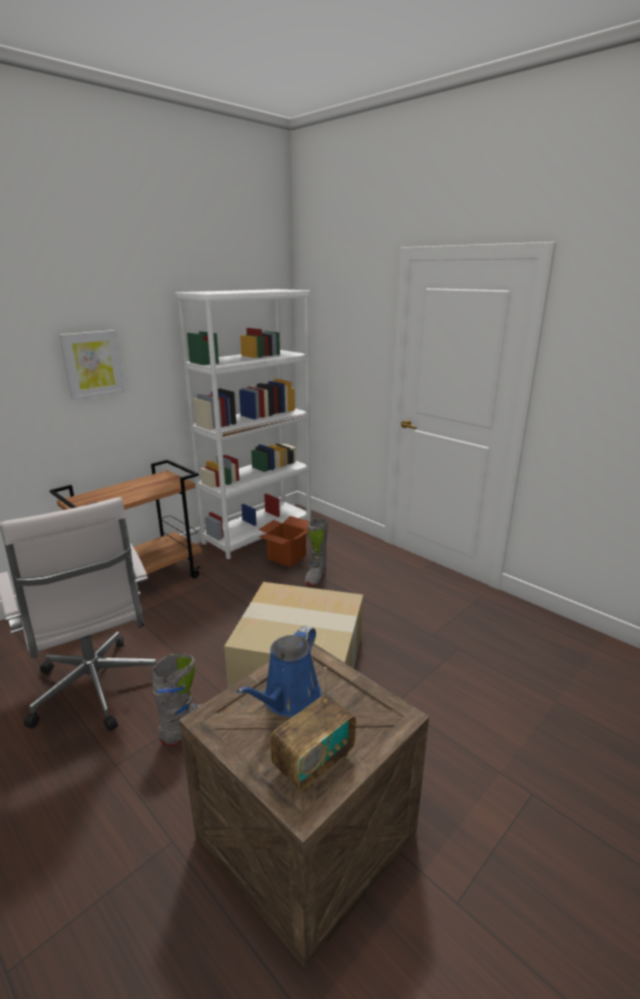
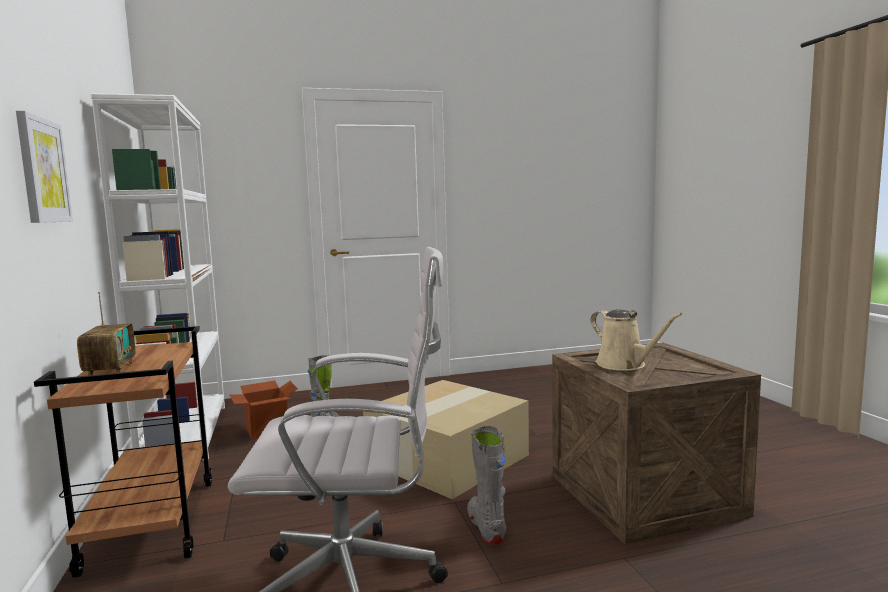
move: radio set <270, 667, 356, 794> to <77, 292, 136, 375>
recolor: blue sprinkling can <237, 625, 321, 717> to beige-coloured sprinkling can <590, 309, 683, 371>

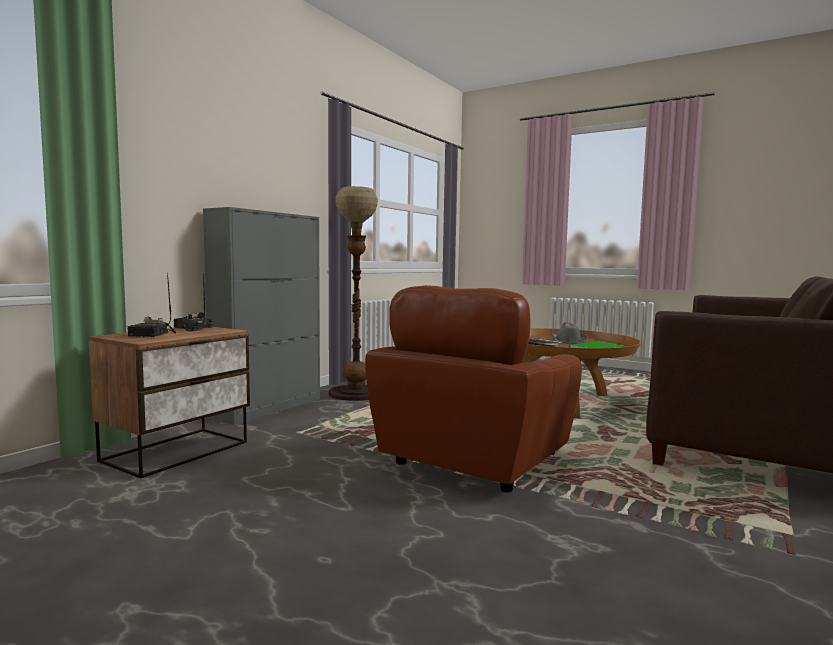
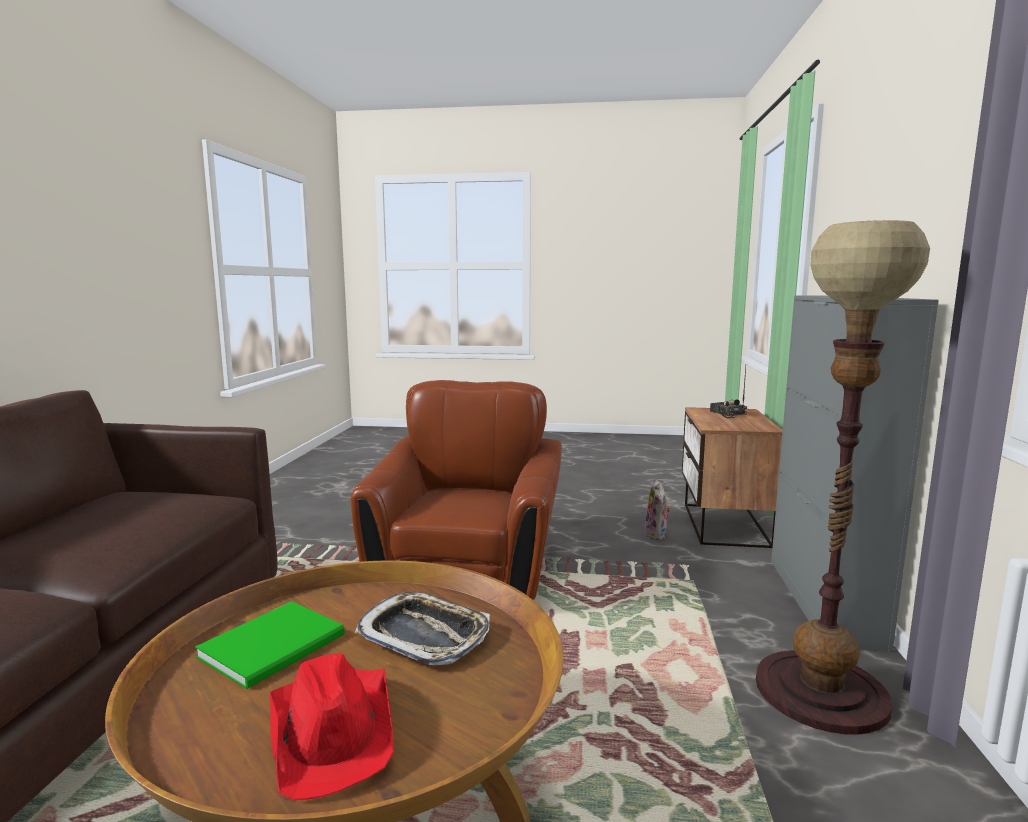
delete: radio set <174, 273, 213, 331>
insert: soft toy <644, 480, 671, 540>
recolor: gray hat <551, 322, 588, 344> to red hat <269, 654, 394, 800>

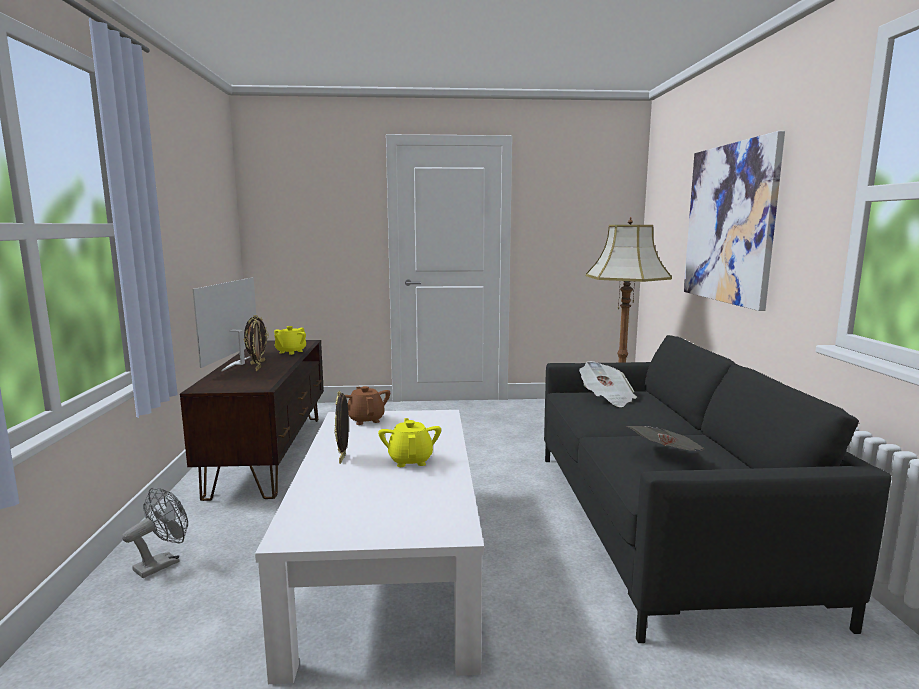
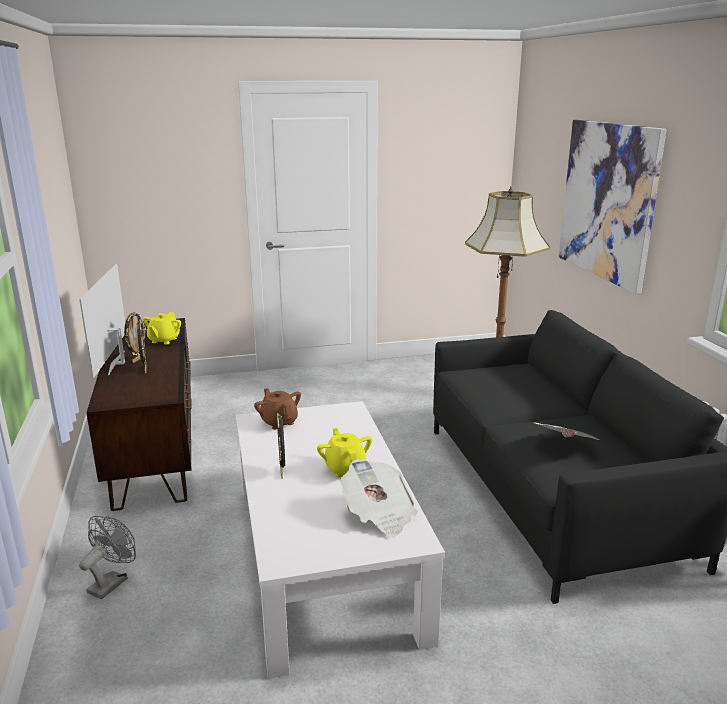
move: printed paper <579, 361, 637, 407> to <340, 459, 418, 538>

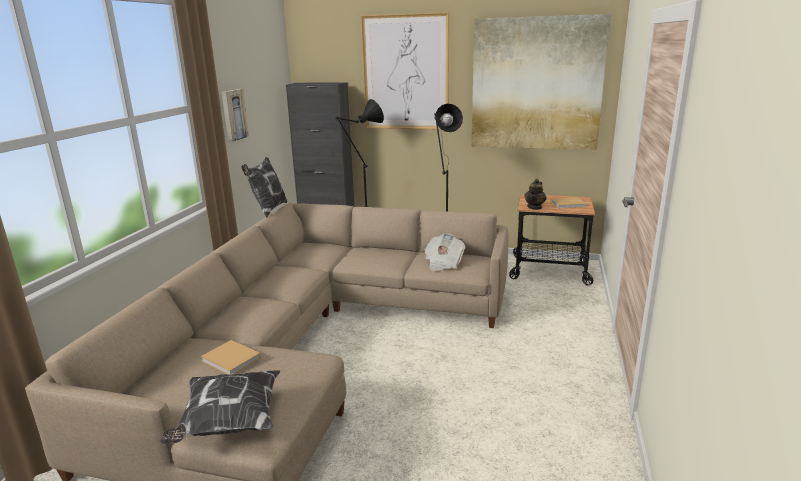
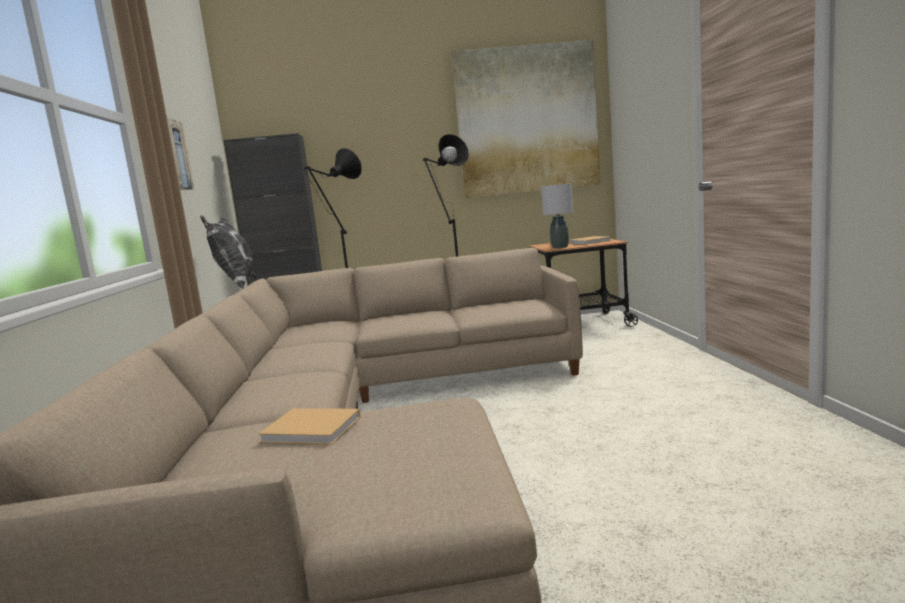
delete: throw pillow <160, 370, 280, 444>; wall picture <361, 12, 449, 130>; printed paper <424, 233, 465, 271>
replace: pot for tea <524, 179, 546, 210> to gray table lamp <541, 183, 573, 249>

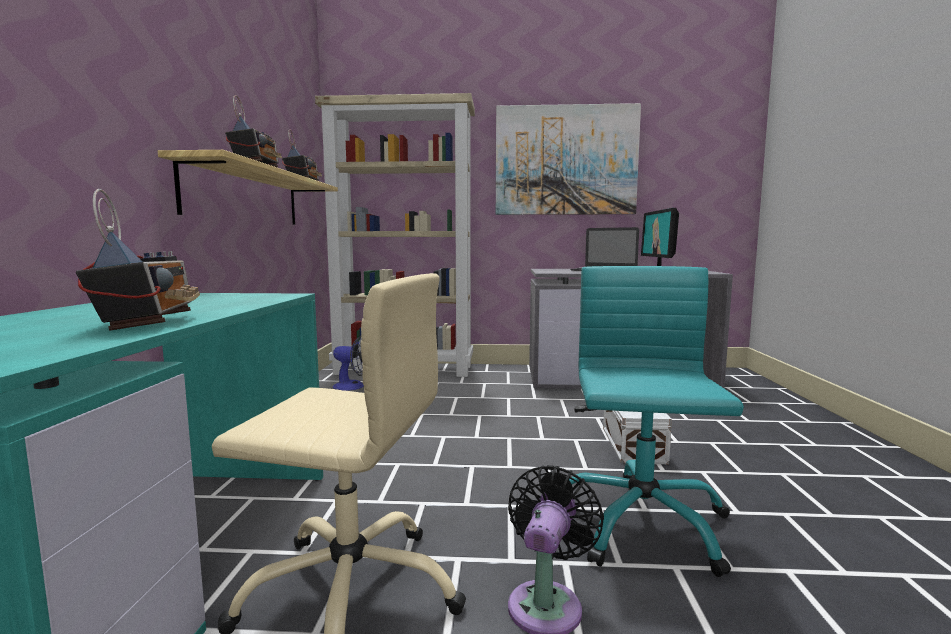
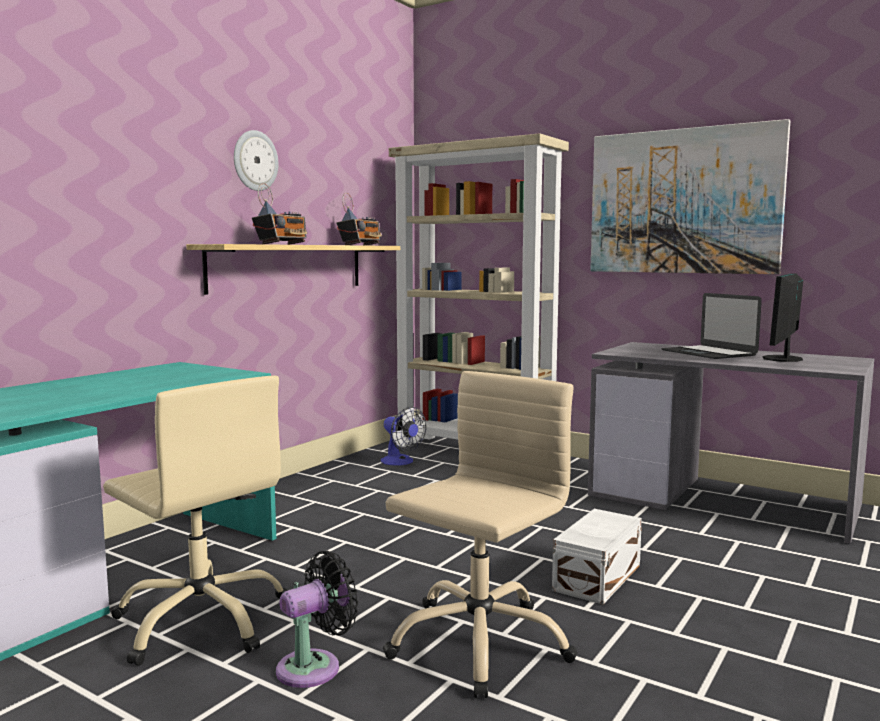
delete: radio set <76, 189, 200, 331>
insert: wall clock <234, 130, 278, 191>
recolor: turquoise office chair <569, 266, 744, 577> to beige-coloured office chair <383, 371, 577, 698>

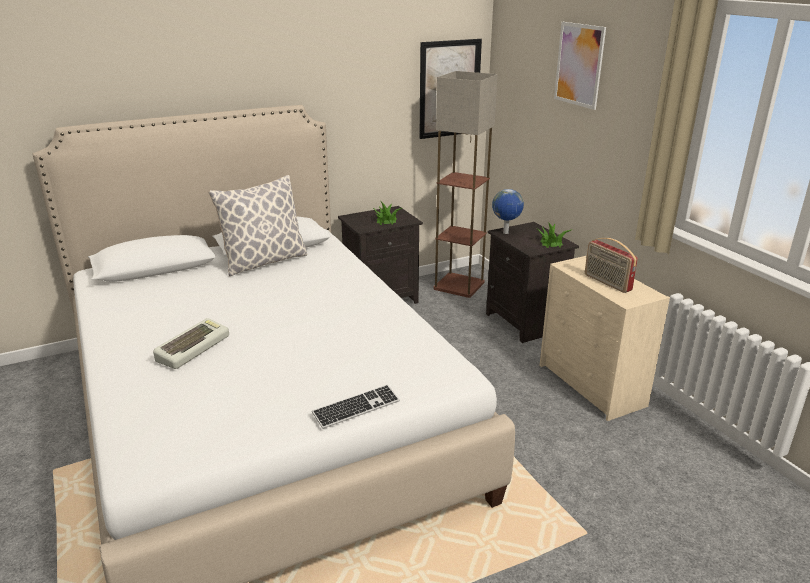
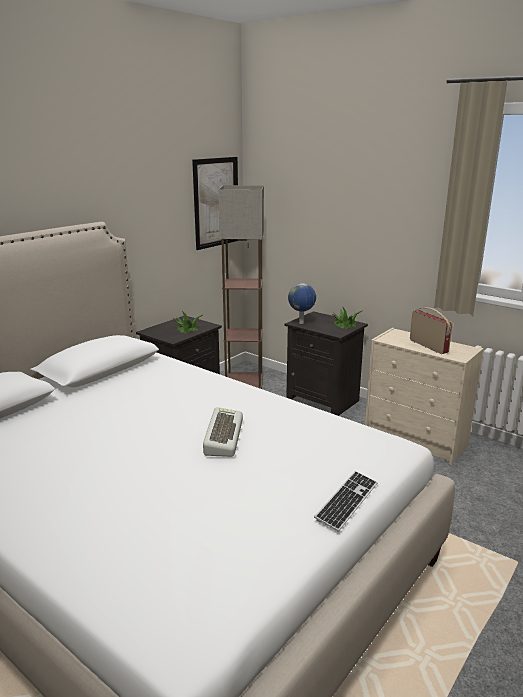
delete: throw pillow <208, 175, 308, 276>; wall picture <554, 22, 606, 110>
move: keyboard <153, 318, 229, 369> to <203, 407, 243, 457>
rotate: radio set <585, 238, 638, 293> = <410, 307, 453, 354> 150 degrees counterclockwise

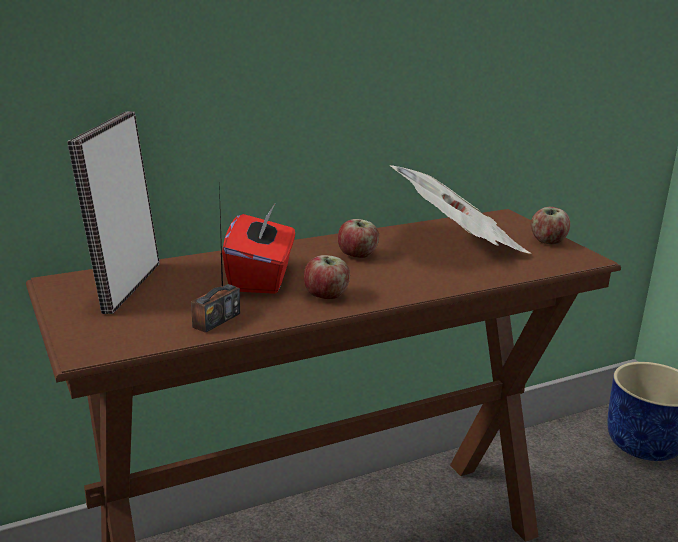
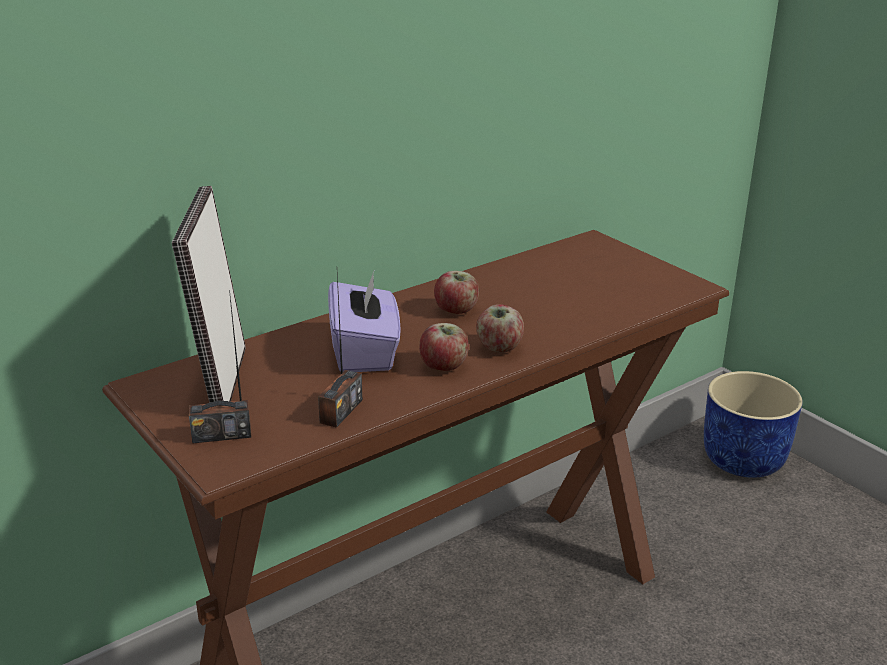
delete: printed paper <390, 165, 531, 254>
insert: radio set <189, 290, 251, 444>
move: whole apple <531, 207, 570, 244> to <476, 304, 524, 352>
recolor: red tissue holder <222, 204, 295, 294> to purple-coloured tissue holder <328, 272, 401, 372>

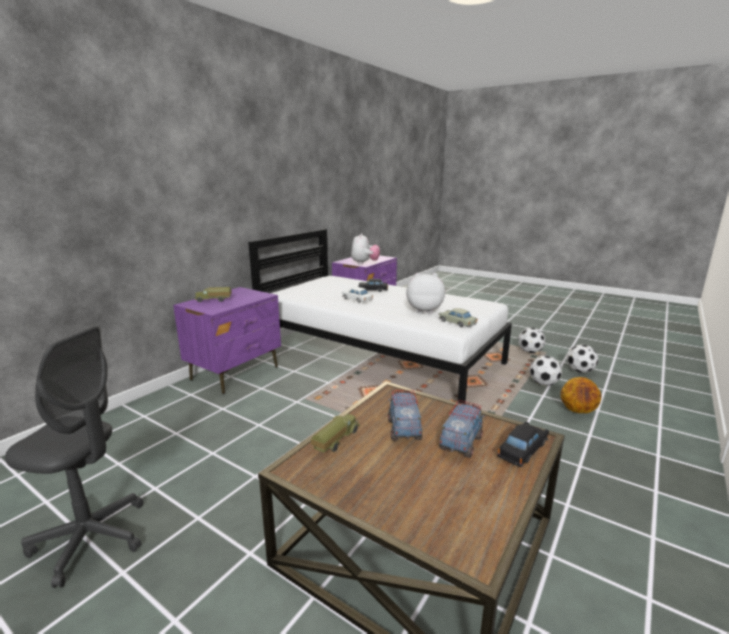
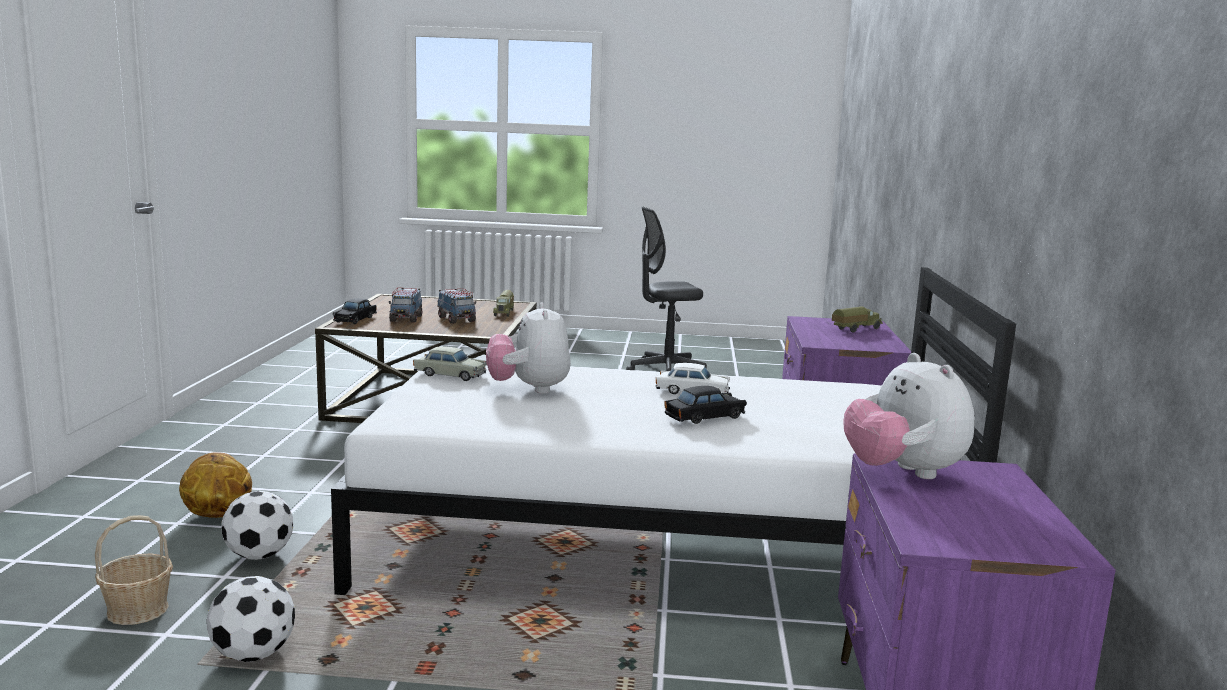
replace: football ball <567, 344, 599, 373> to household basket <95, 515, 173, 625>
rotate: soft toy <406, 273, 445, 313> = <486, 302, 571, 394> 105 degrees clockwise

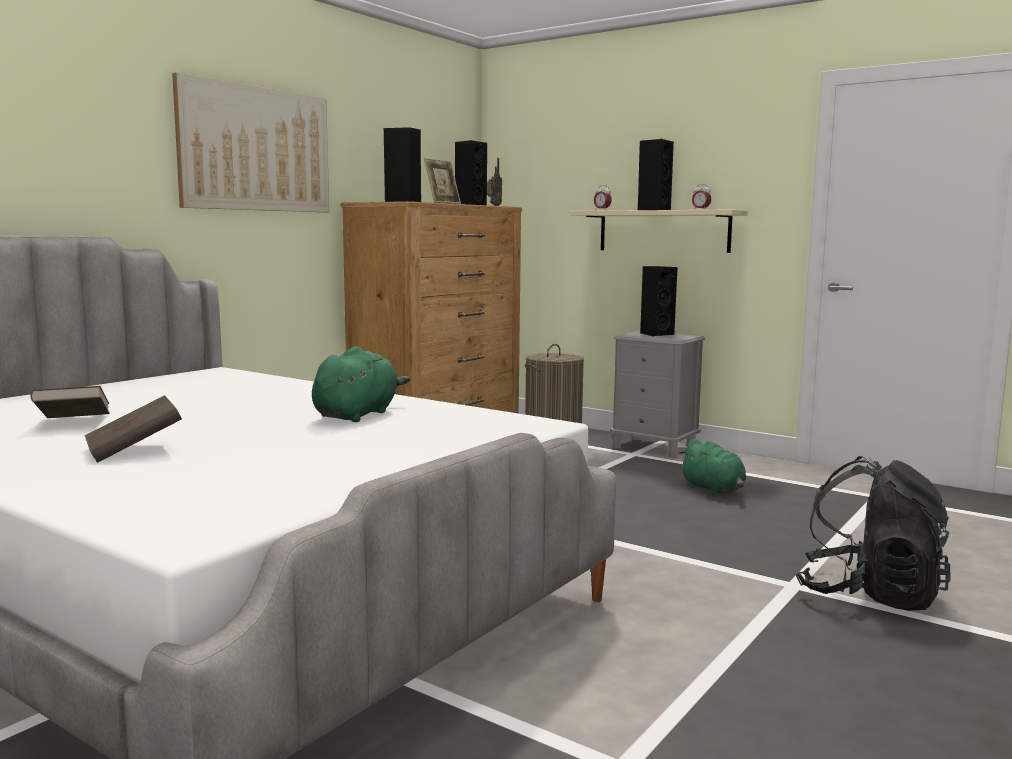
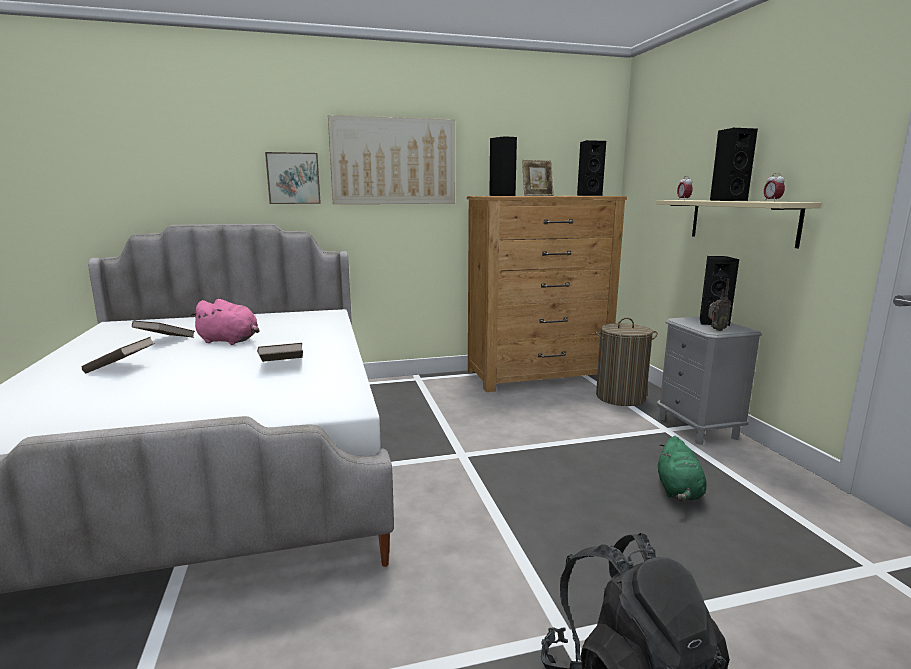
insert: pinkish soft toy <190, 299, 259, 345>; wall picture <265, 152, 321, 204>
move: radio set <487, 158, 502, 206> to <708, 279, 731, 331>
replace: green-coloured soft toy <312, 346, 410, 422> to brown bound book <257, 343, 303, 362>

